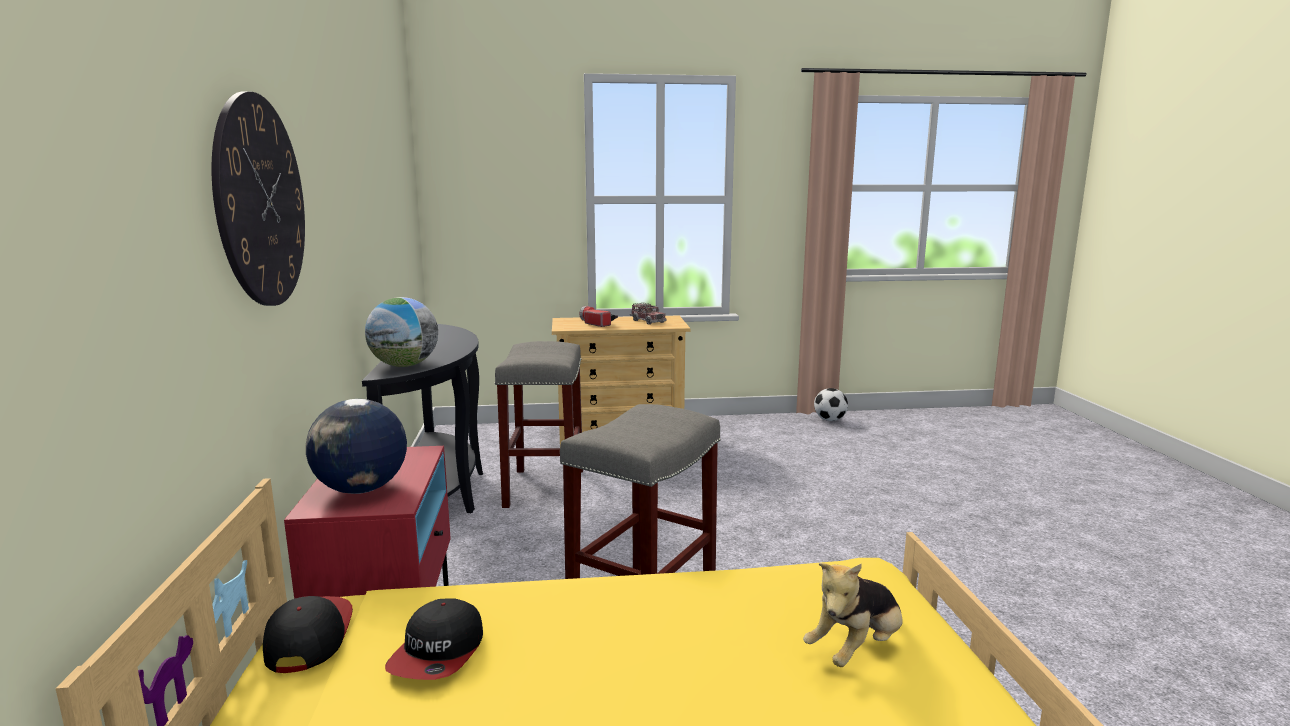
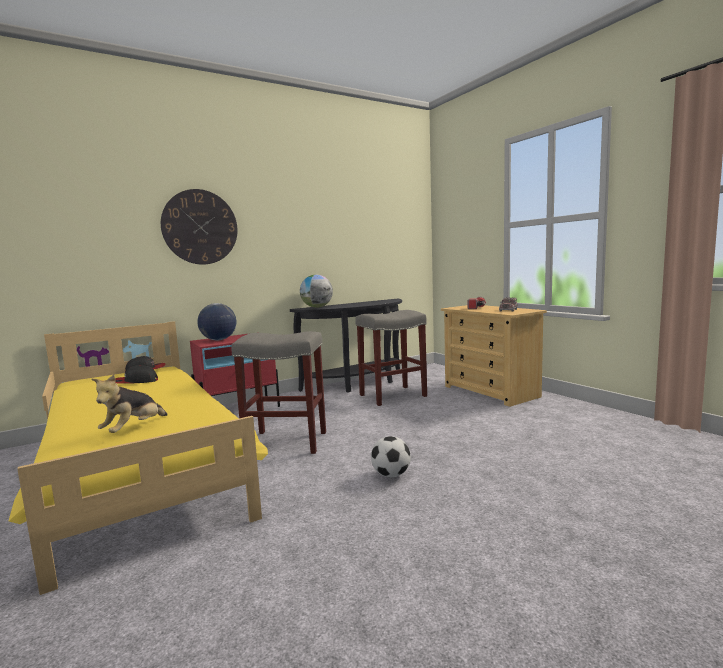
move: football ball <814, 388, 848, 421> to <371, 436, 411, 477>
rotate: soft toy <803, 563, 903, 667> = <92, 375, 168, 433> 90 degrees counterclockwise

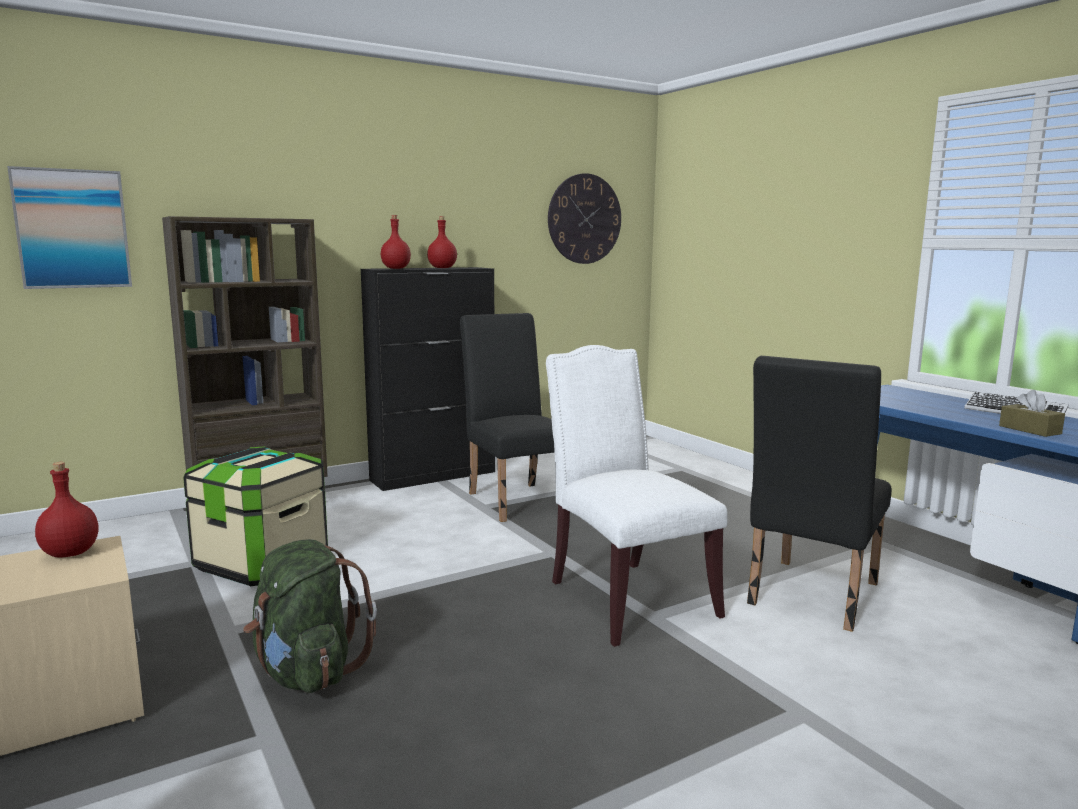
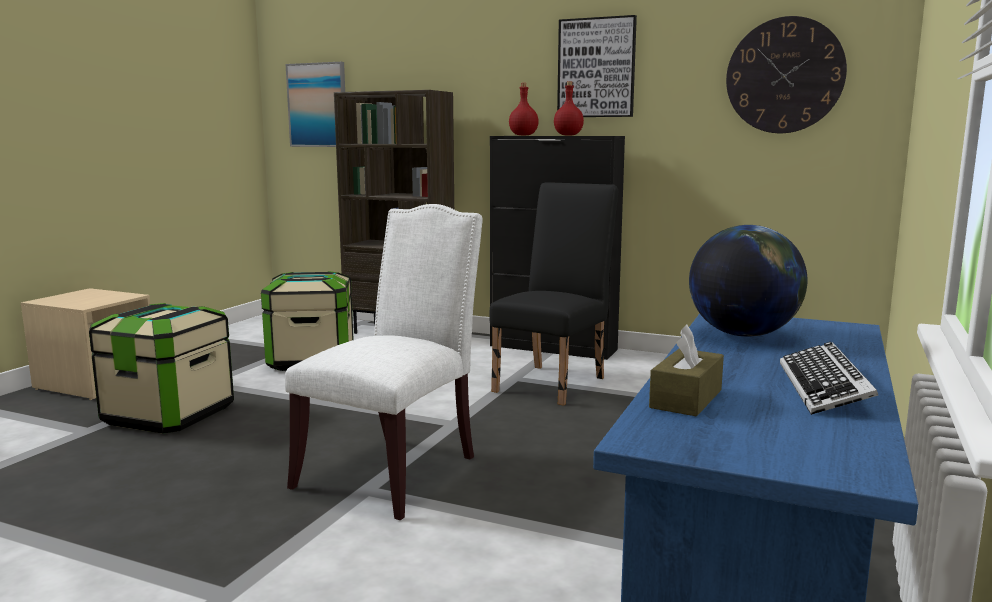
delete: red drink bottle <35, 462, 99, 557>; blackish upright chair <747, 356, 892, 632>
insert: wall picture <557, 15, 637, 117>; world globe <689, 225, 808, 337>
replace: green-coloured rucksack <243, 539, 377, 693> to storage box <89, 303, 234, 434>

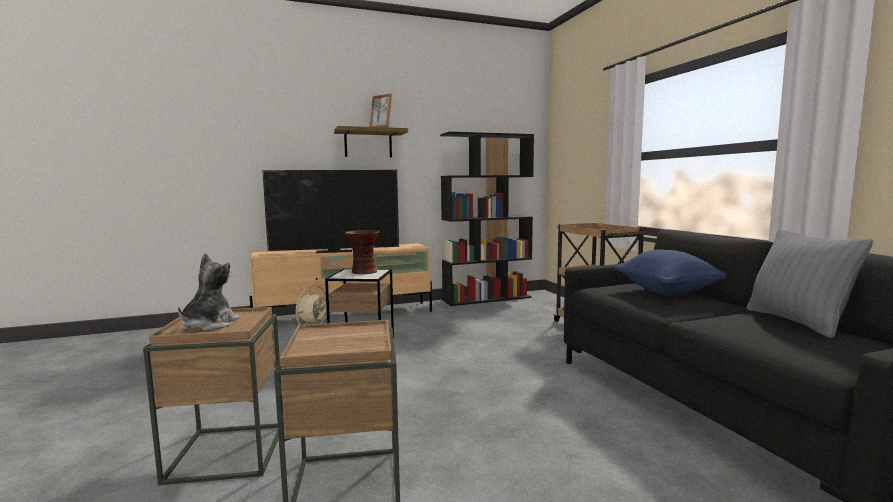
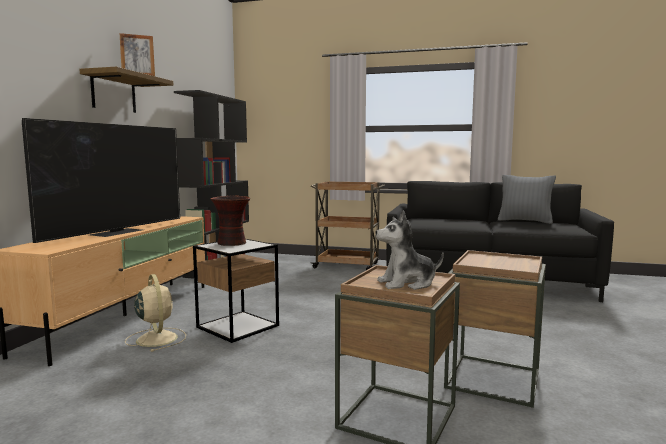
delete: blue throw pillow <614, 249, 726, 295>
rotate: soft toy <178, 253, 239, 331> = <375, 210, 444, 290> 60 degrees counterclockwise

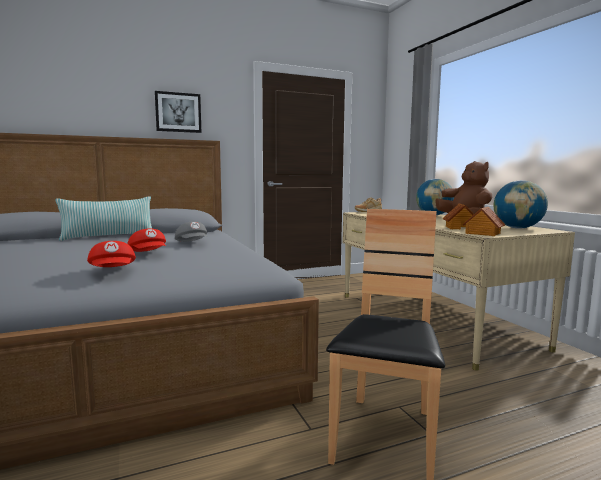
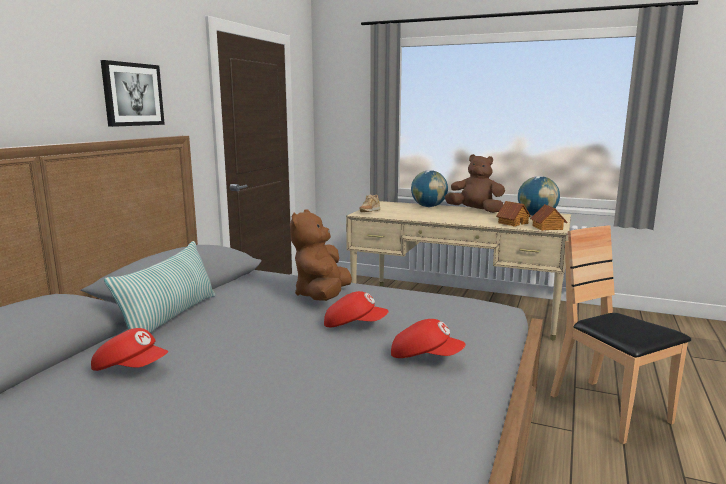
insert: red cap <91, 328, 168, 371>
replace: gray cap <175, 222, 207, 242> to brown soft toy <290, 209, 352, 301>

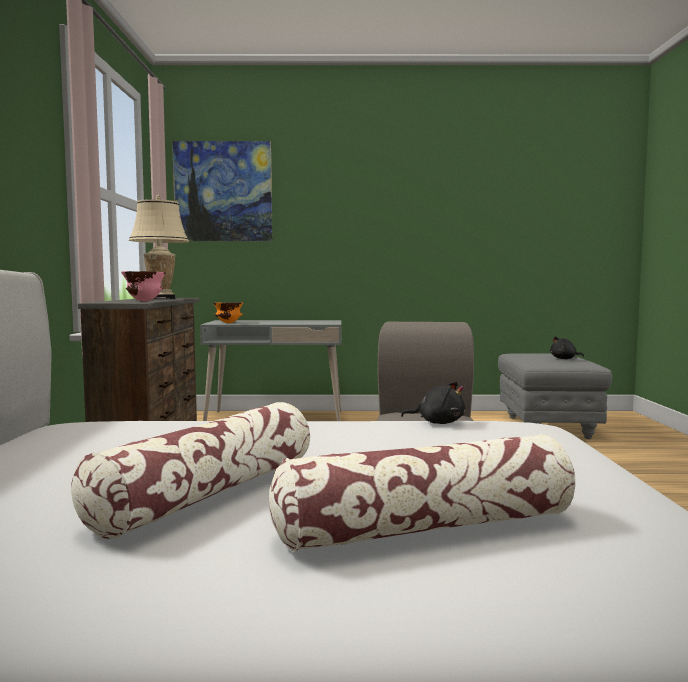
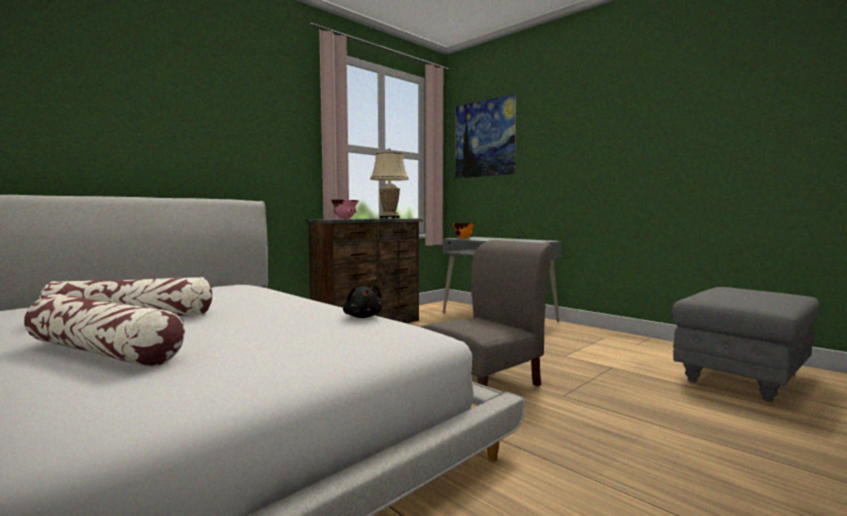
delete: blackish soft toy <550, 336, 584, 359>

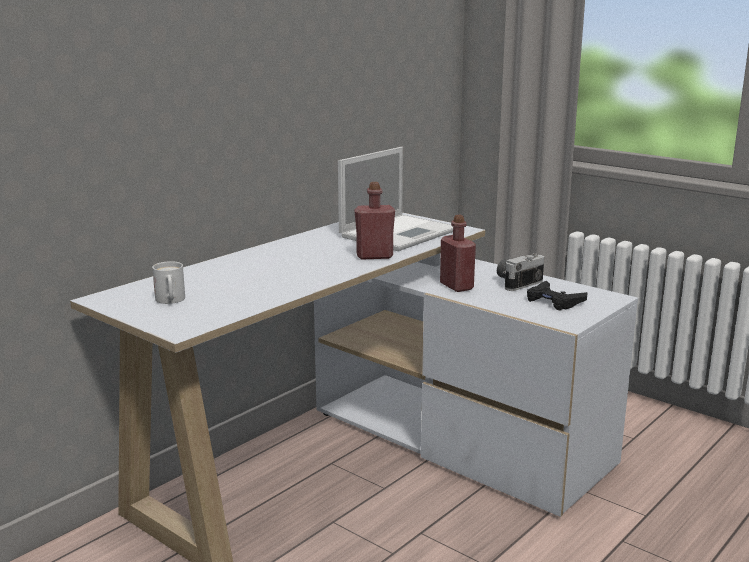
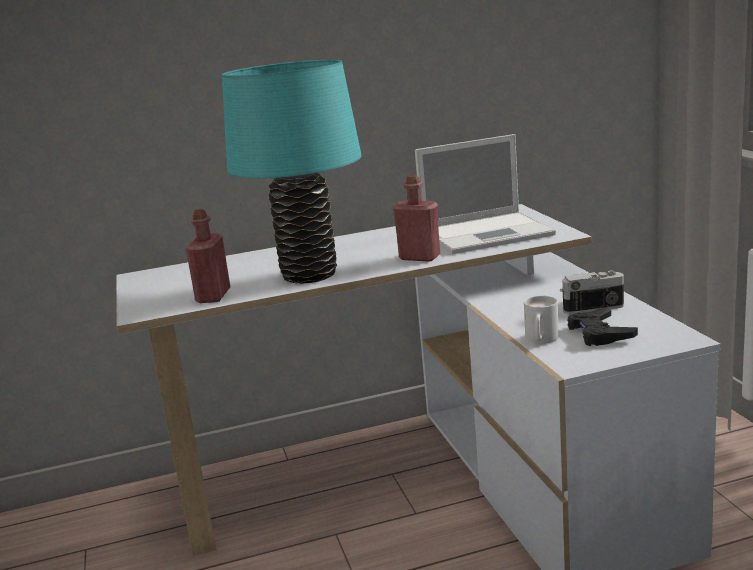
insert: turquoise table lamp <222, 60, 362, 284>
move: white tea mug <152, 261, 185, 304> to <524, 296, 559, 344>; red drink bottle <440, 215, 476, 292> to <186, 209, 230, 303>

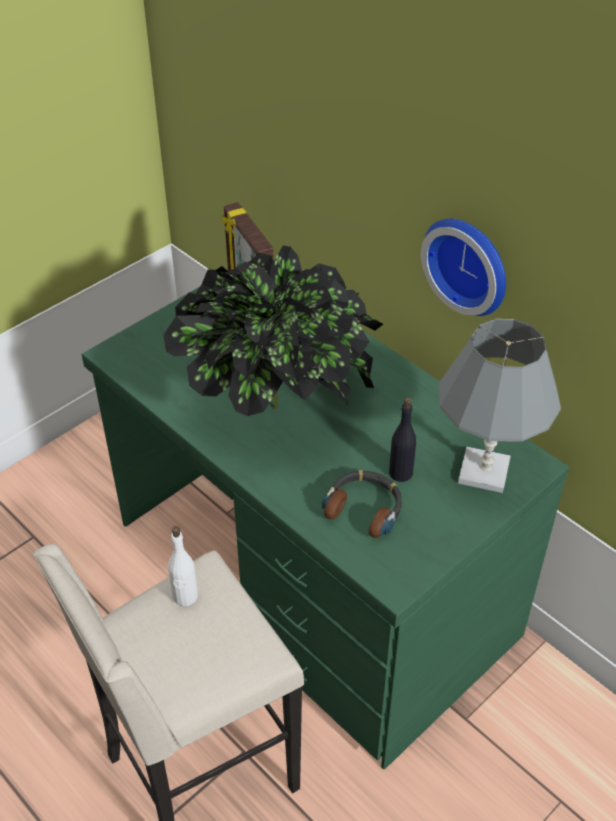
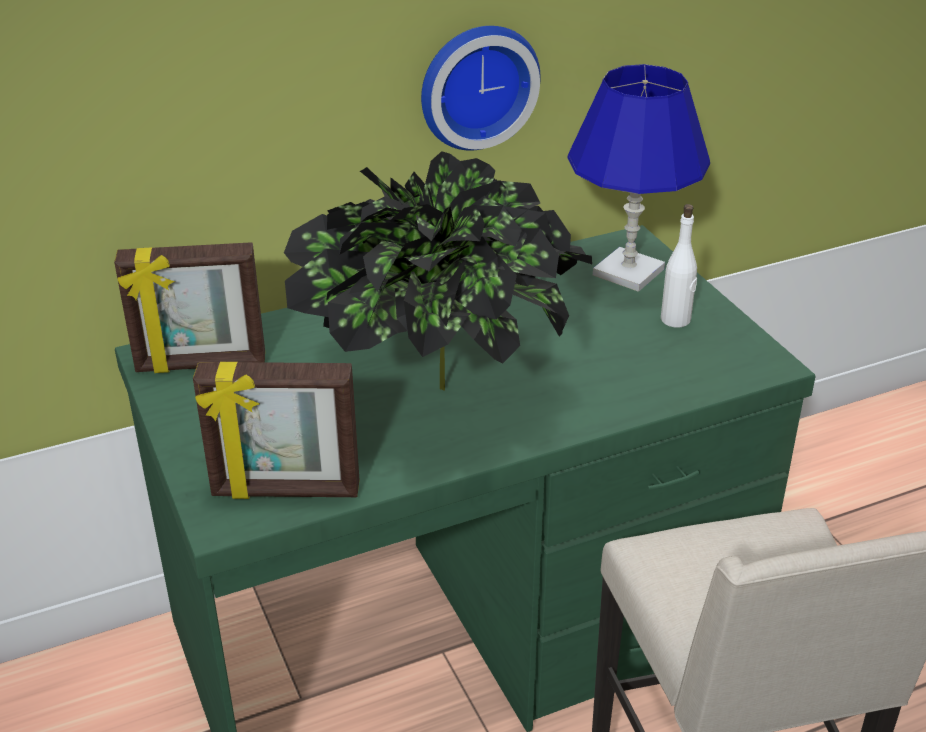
delete: pair of headphones <322, 470, 402, 538>; blackish drink bottle <389, 398, 416, 482>
insert: picture frame <193, 362, 360, 499>
move: white drink bottle <168, 526, 198, 606> to <661, 204, 697, 328>
recolor: gray table lamp <438, 319, 561, 493> to blue table lamp <567, 64, 710, 292>

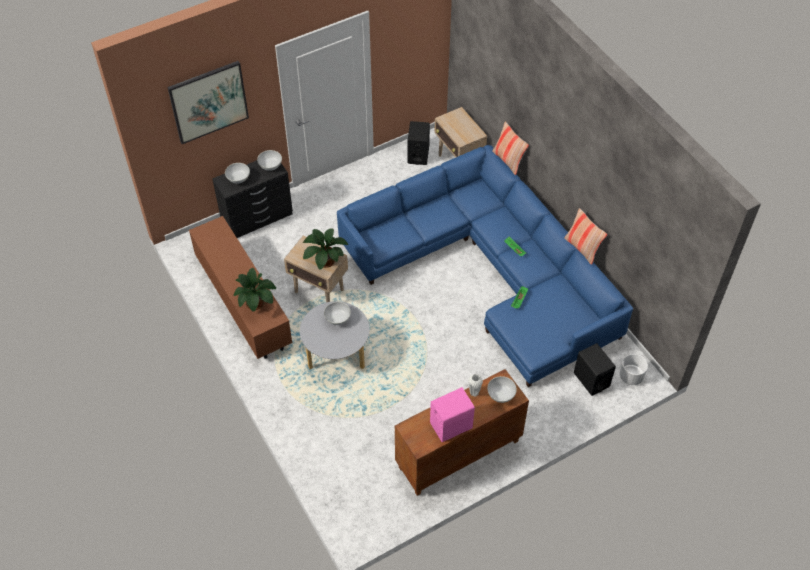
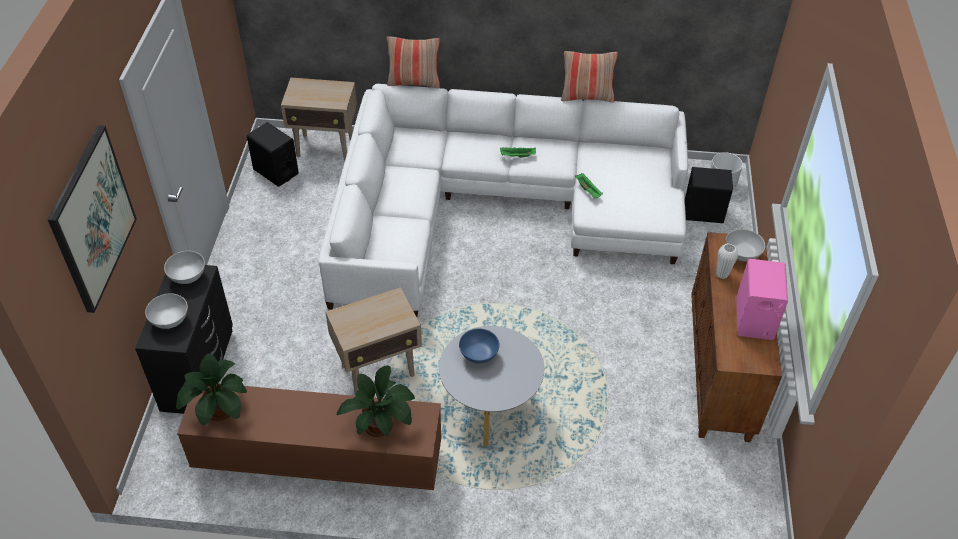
move: potted plant <303, 228, 348, 270> to <176, 353, 247, 426>
recolor: white serving bowl <324, 302, 351, 325> to blue serving bowl <459, 328, 500, 364>; blue settee <337, 145, 633, 387> to white settee <319, 84, 688, 317>

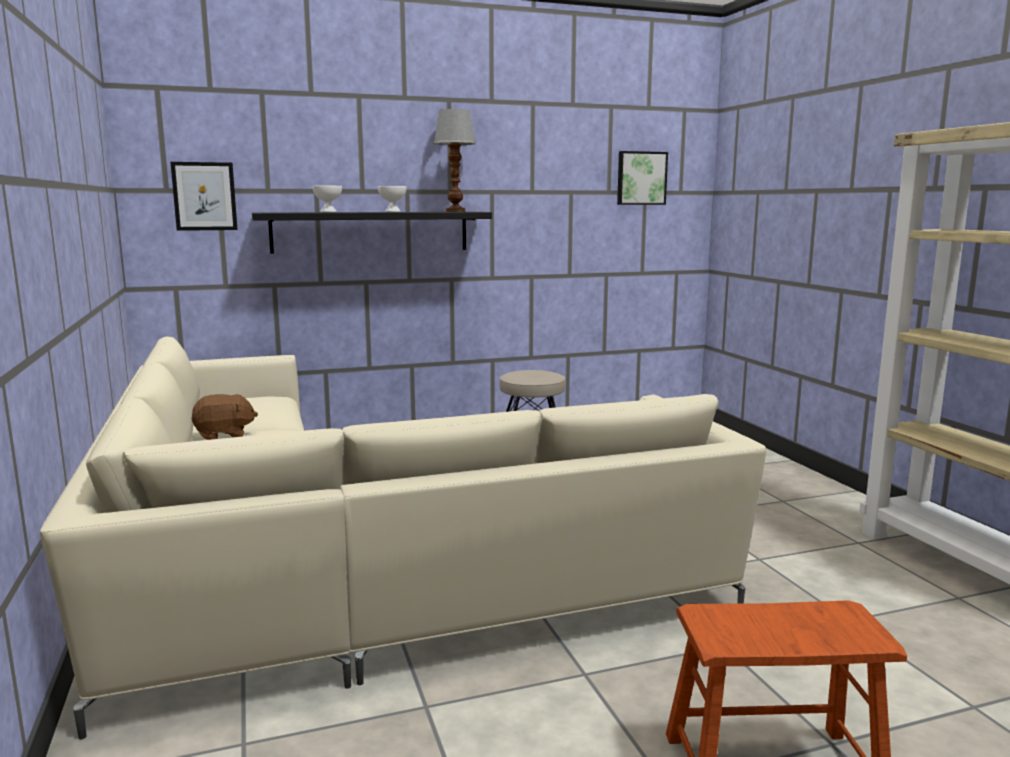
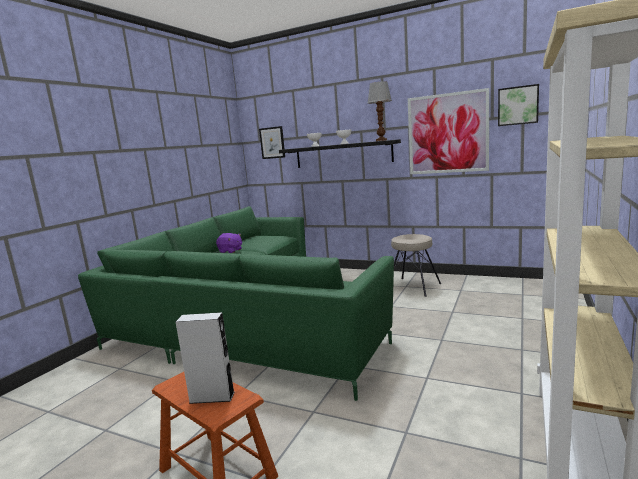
insert: gray audio speaker <176, 312, 234, 404>; wall picture <408, 88, 489, 174>
recolor: beige-coloured settee <40, 337, 766, 740> to green-coloured settee <78, 206, 394, 401>; brown soft toy <192, 394, 258, 440> to purple-coloured soft toy <216, 233, 242, 253>

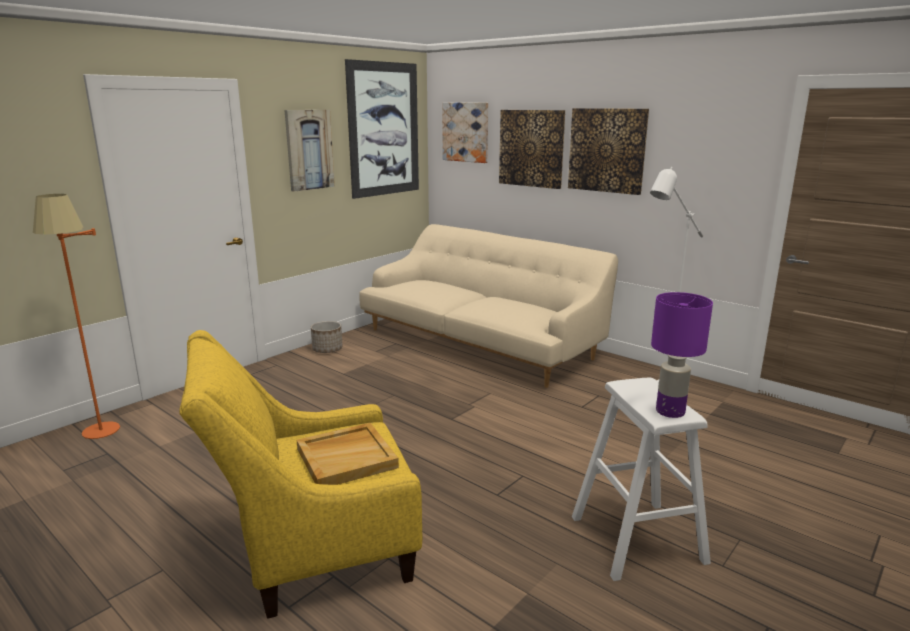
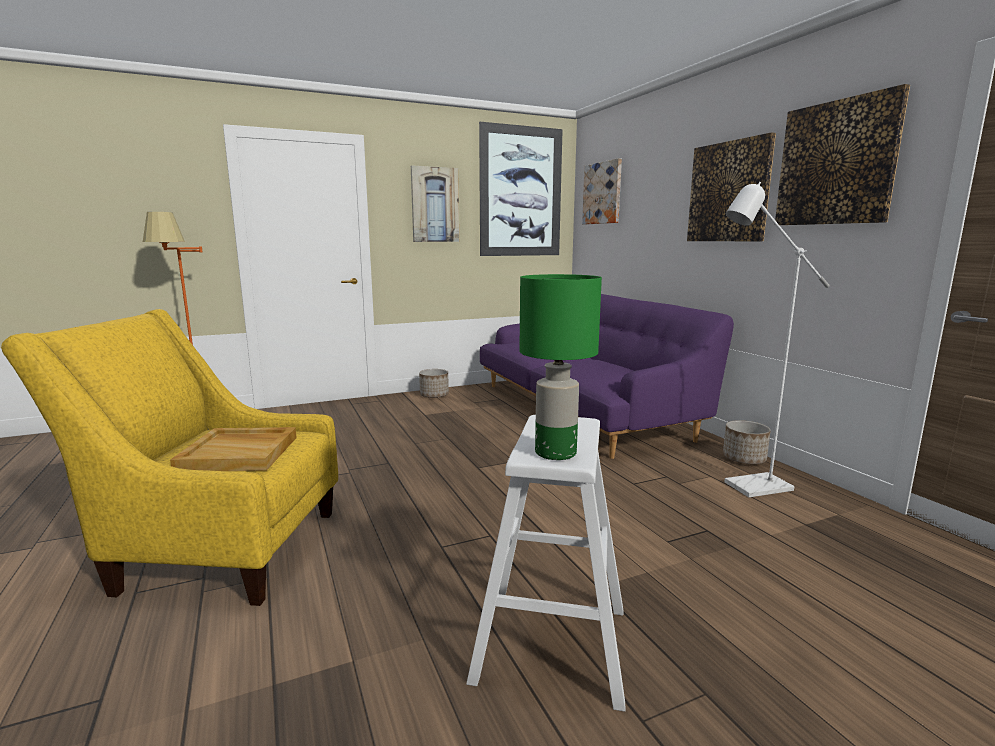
insert: flower pot <723, 420, 771, 464>
move: wall picture <499, 110, 565, 189> to <775, 84, 910, 225>
recolor: beige-coloured settee <359, 224, 618, 388> to purple-coloured settee <480, 294, 734, 459>; purple-coloured table lamp <651, 292, 713, 418> to green-coloured table lamp <520, 274, 602, 460>

